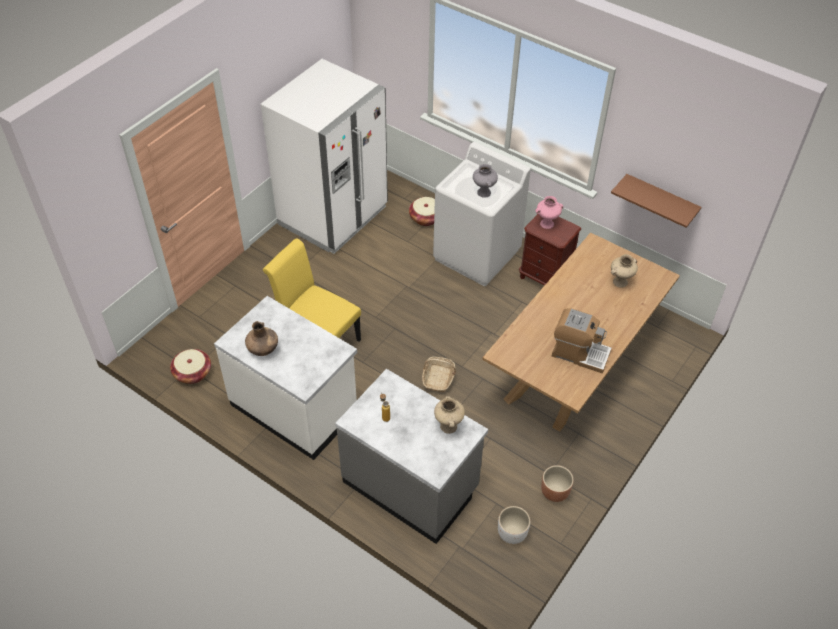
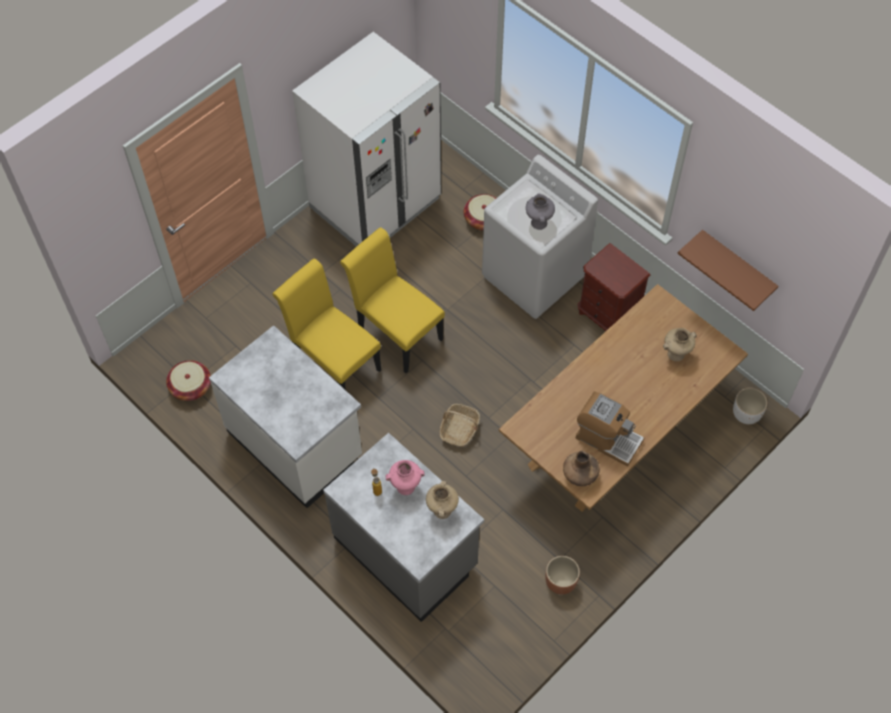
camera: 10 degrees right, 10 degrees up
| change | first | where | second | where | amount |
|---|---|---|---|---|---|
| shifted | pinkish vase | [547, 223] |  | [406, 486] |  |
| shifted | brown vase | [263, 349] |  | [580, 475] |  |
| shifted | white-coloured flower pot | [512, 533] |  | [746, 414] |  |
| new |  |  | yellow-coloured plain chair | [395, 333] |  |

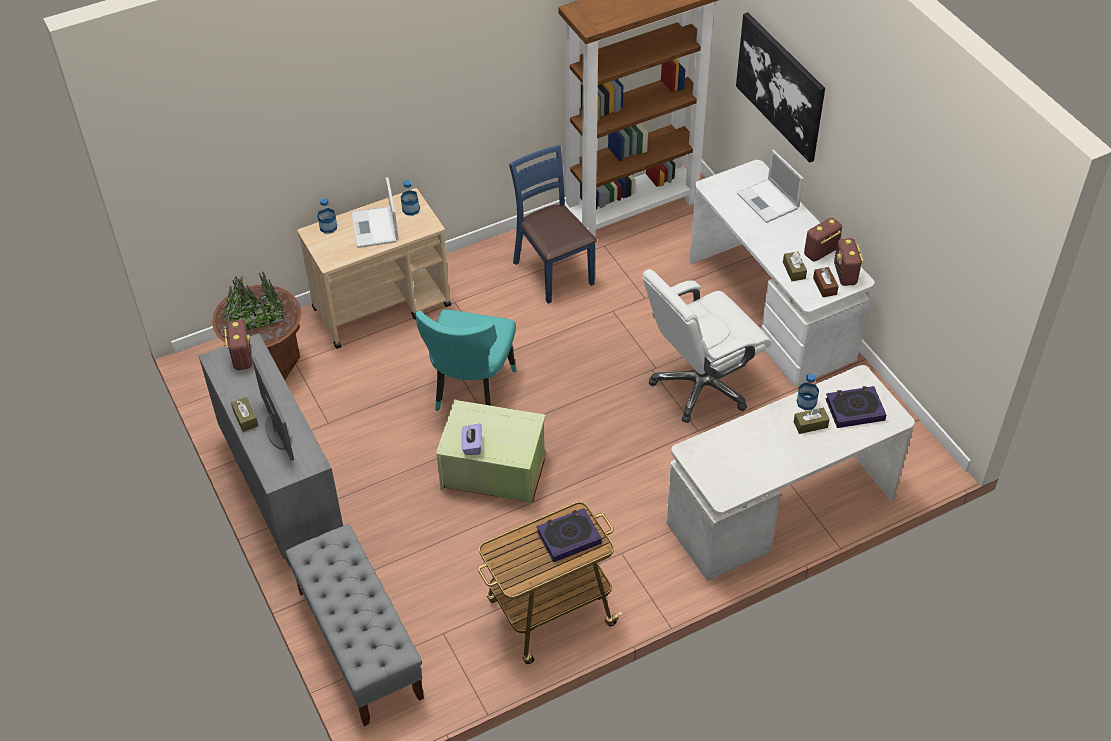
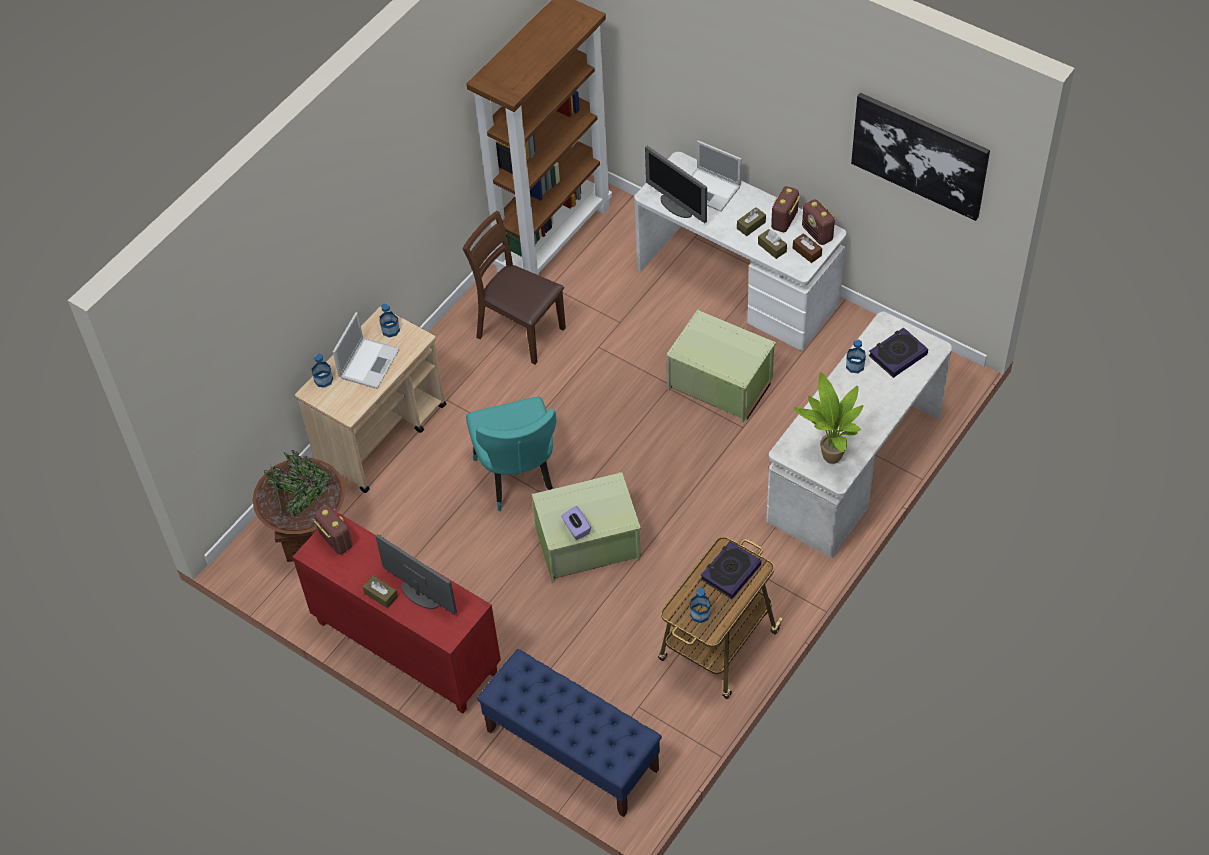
camera: 25 degrees left, 5 degrees up
| change | first | where | second | where | amount |
|---|---|---|---|---|---|
| shifted | picture | [780, 86] |  | [919, 155] |  |
| repainted | blue plain chair | [553, 272] | brown plain chair | [520, 331] |  |
| rotated | laptop | [375, 228] |  | [369, 362] | 120 degrees counterclockwise |
| swapped | white-coloured computer chair | [700, 386] | green storage container | [720, 385] |  |
| repainted | greyish storage cabinet | [281, 489] | red storage cabinet | [405, 647] |  |
| shifted | brown box of tissues | [810, 425] |  | [751, 225] |  |
| repainted | greyish indoor bench | [359, 643] | blue indoor bench | [571, 750] |  |
| new |  |  | monitor | [676, 206] |  |
| new |  |  | plant in a pot | [828, 458] |  |
| new |  |  | drink bottle | [700, 614] |  |

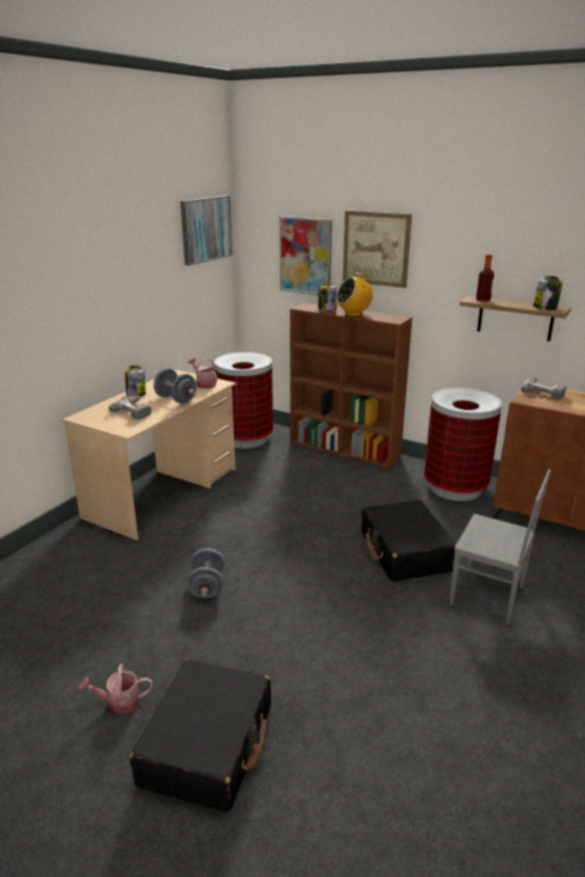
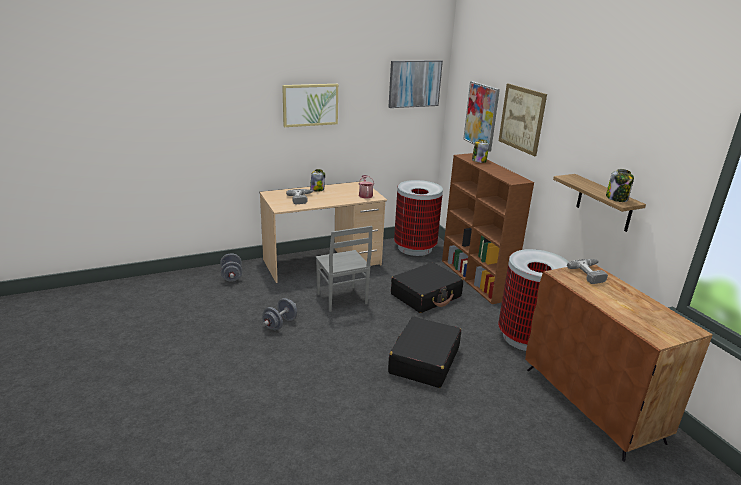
camera: 35 degrees right, 0 degrees up
| change | first | where | second | where | amount |
|---|---|---|---|---|---|
| gone | drink bottle | [483, 300] |  |  |  |
| gone | radio set | [354, 314] |  |  |  |
| shifted | greyish free weight | [176, 399] |  | [232, 276] |  |
| shifted | greyish plain chair | [488, 597] |  | [341, 299] |  |
| shifted | black piece of luggage | [208, 745] |  | [426, 295] |  |
| gone | watering pot | [119, 702] |  |  |  |
| new |  |  | picture | [310, 105] |  |

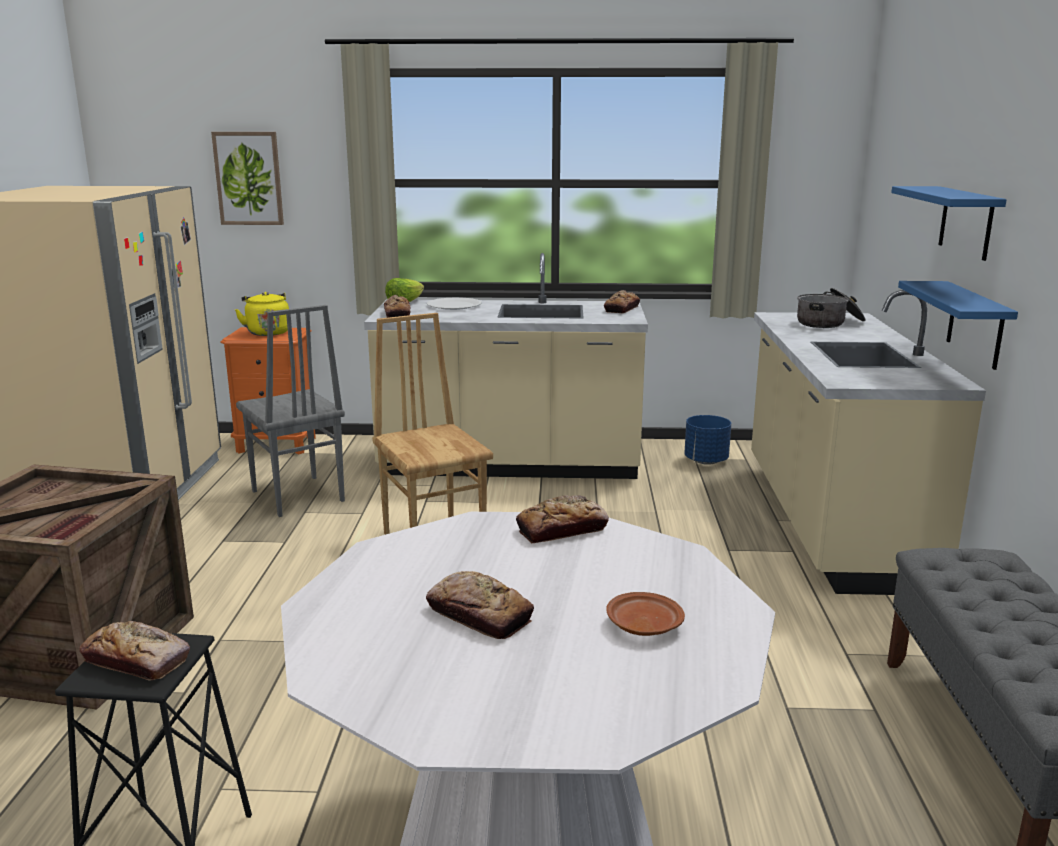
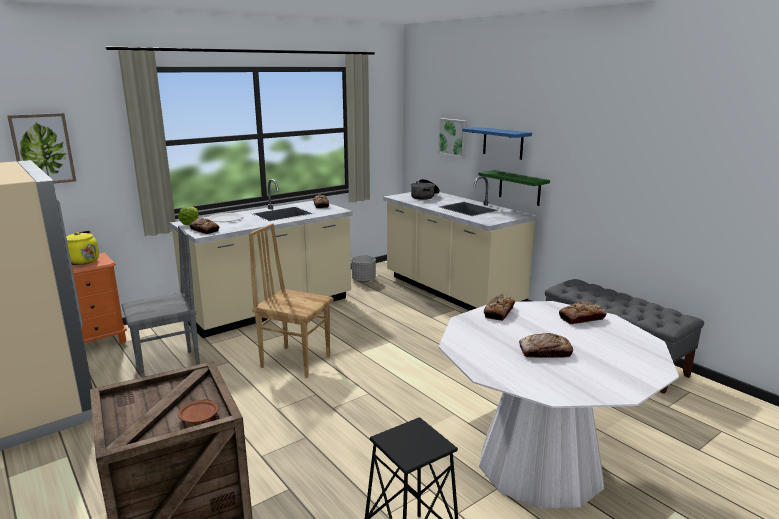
camera: 40 degrees left, 0 degrees up
| change | first | where | second | where | amount |
|---|---|---|---|---|---|
| repainted | blue bracket shelf | [975, 325] | green bracket shelf | [519, 188] |  |
| rotated | greyish plain chair | [296, 497] |  | [169, 367] | 45 degrees counterclockwise |
| repainted | blue flower pot | [706, 461] | greyish flower pot | [364, 280] |  |
| shifted | brown dinner plate | [643, 625] |  | [198, 417] |  |
| shifted | bread | [137, 660] |  | [581, 318] |  |
| new |  |  | picture | [453, 137] |  |

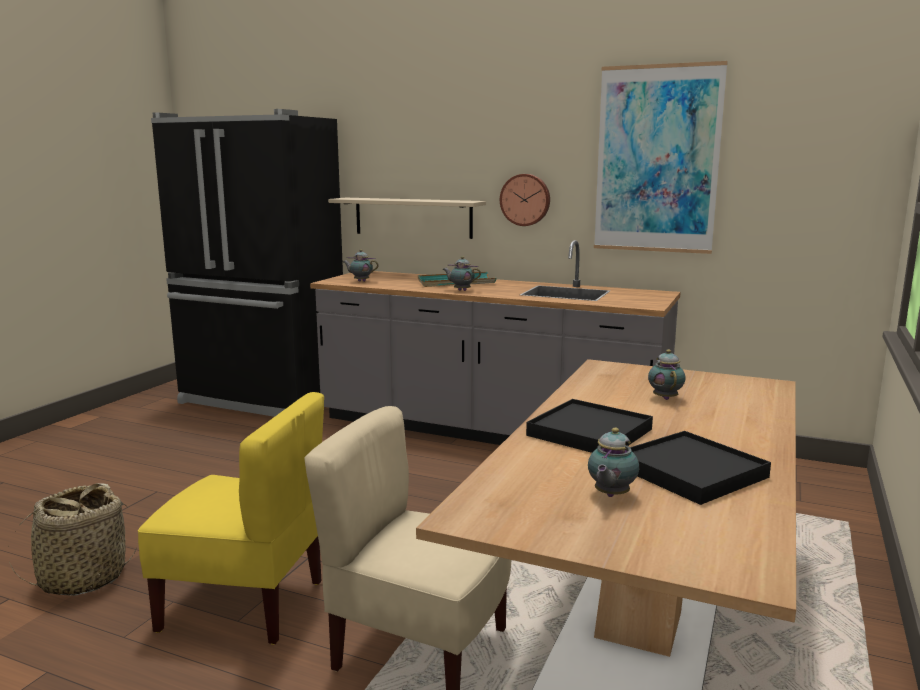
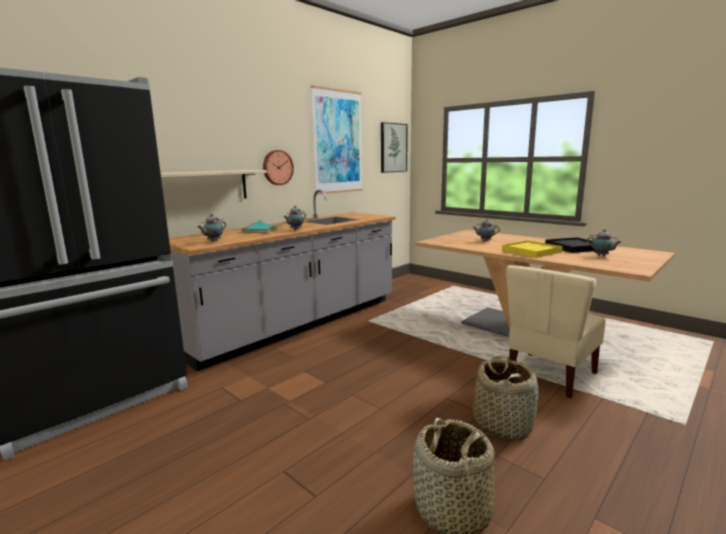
camera: 70 degrees left, 0 degrees up
| change | first | where | second | where | amount |
|---|---|---|---|---|---|
| swapped | yellow-coloured plain chair | [245, 604] | storage basket | [503, 424] |  |
| repainted | black carrying tray | [589, 432] | yellow-coloured carrying tray | [531, 251] |  |
| new |  |  | picture | [393, 148] |  |

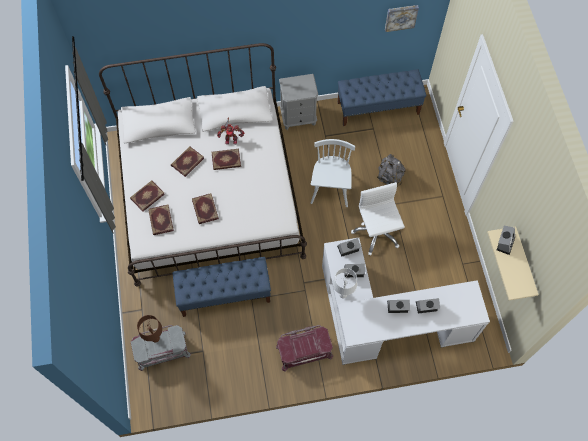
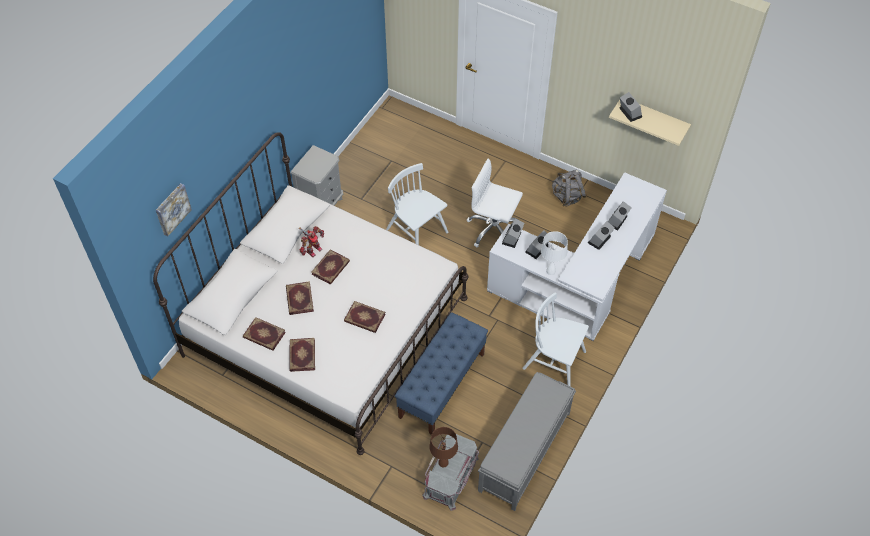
camera: 50 degrees left, 10 degrees down
| change | first | where | second | where | amount |
|---|---|---|---|---|---|
| shifted | picture | [401, 17] |  | [172, 209] |  |
| gone | blue indoor bench | [378, 108] |  |  |  |
| shifted | greyish backpack | [389, 176] |  | [567, 196] |  |
| shifted | volume | [160, 220] |  | [264, 335] |  |
| swapped | red storage container | [304, 350] | white-coloured plain chair | [554, 360] |  |
| new |  |  | greyish indoor bench | [524, 452] |  |

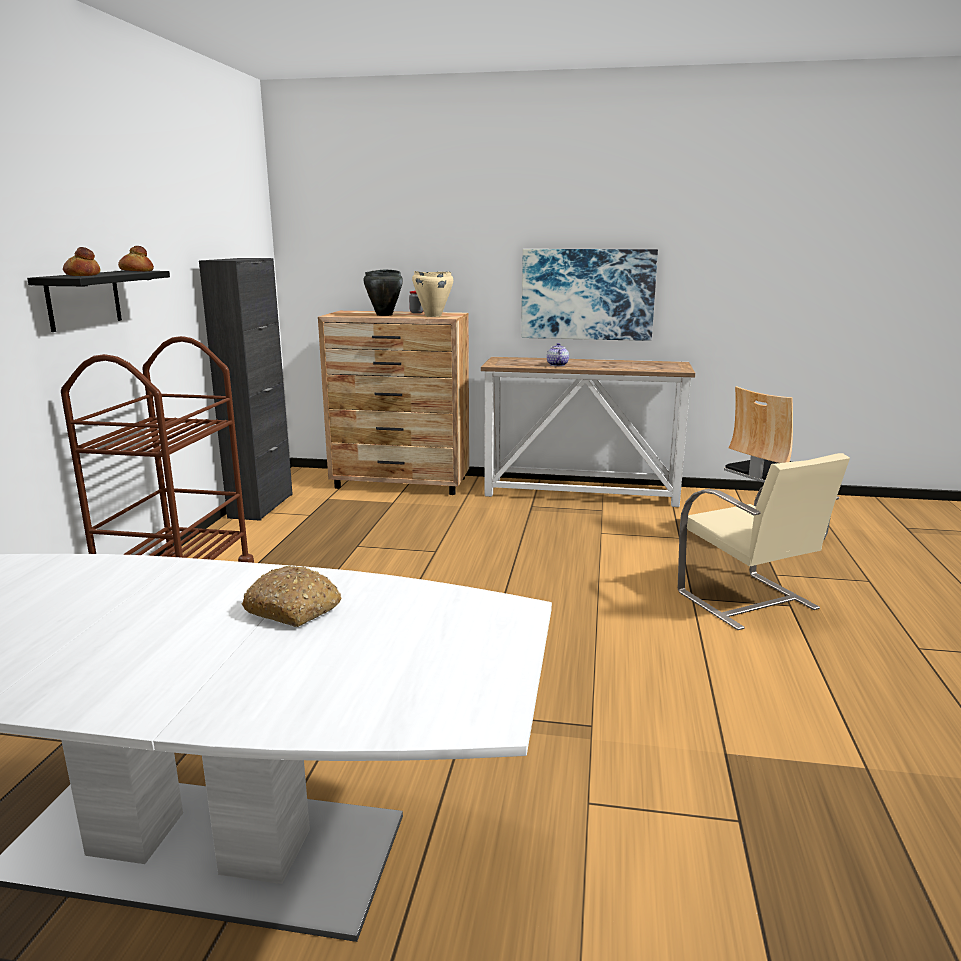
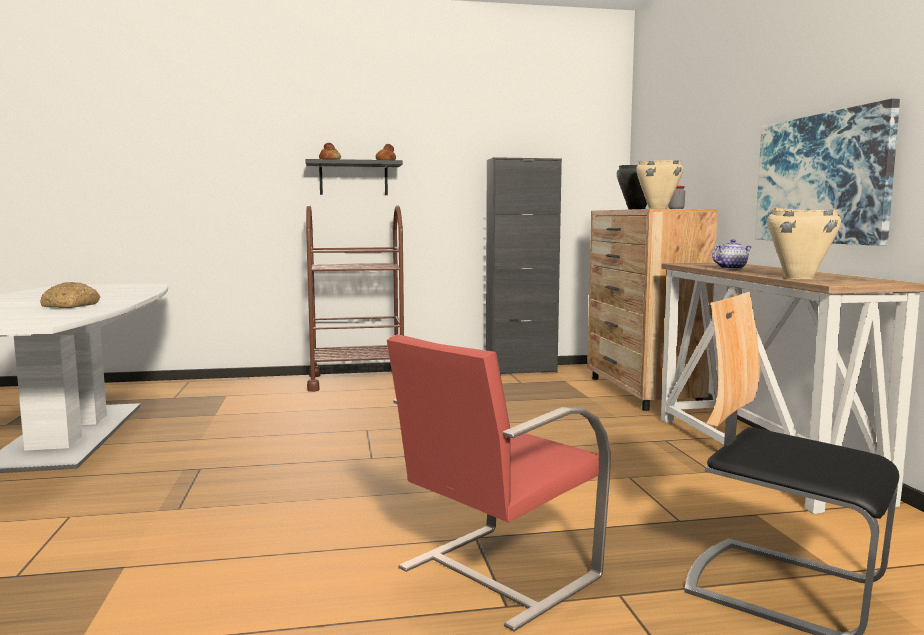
camera: 70 degrees right, 10 degrees down
| change | first | where | second | where | amount |
|---|---|---|---|---|---|
| repainted | beige plain chair | [748, 601] | red plain chair | [495, 573] |  |
| new |  |  | beige cooking pot | [799, 278] |  |

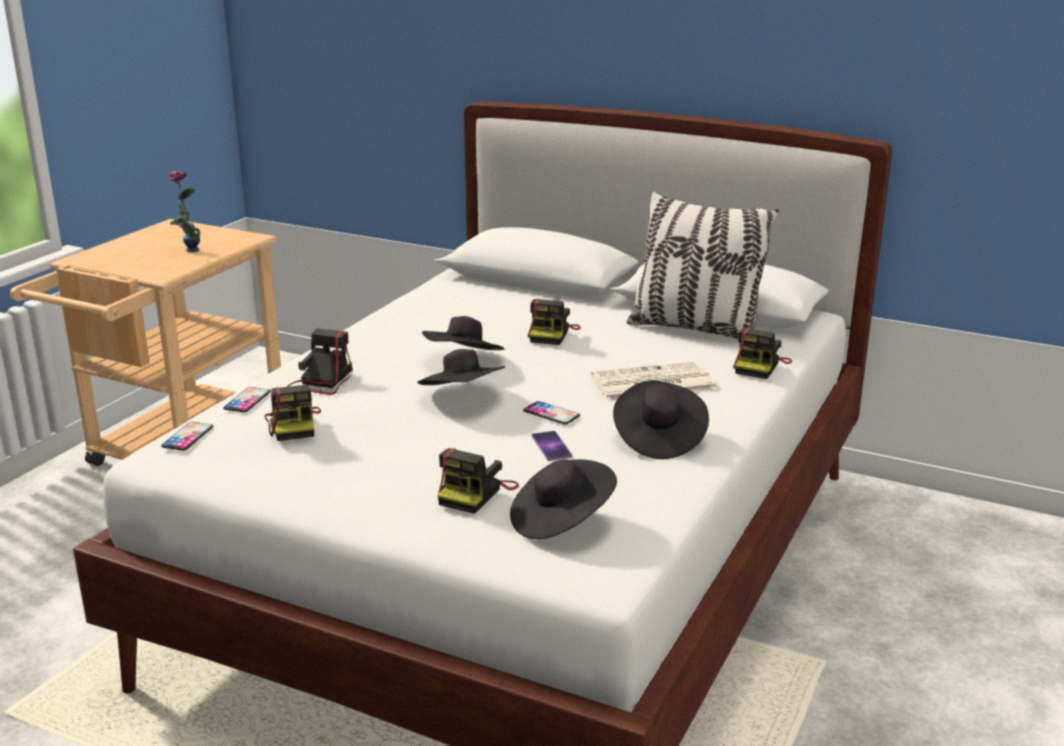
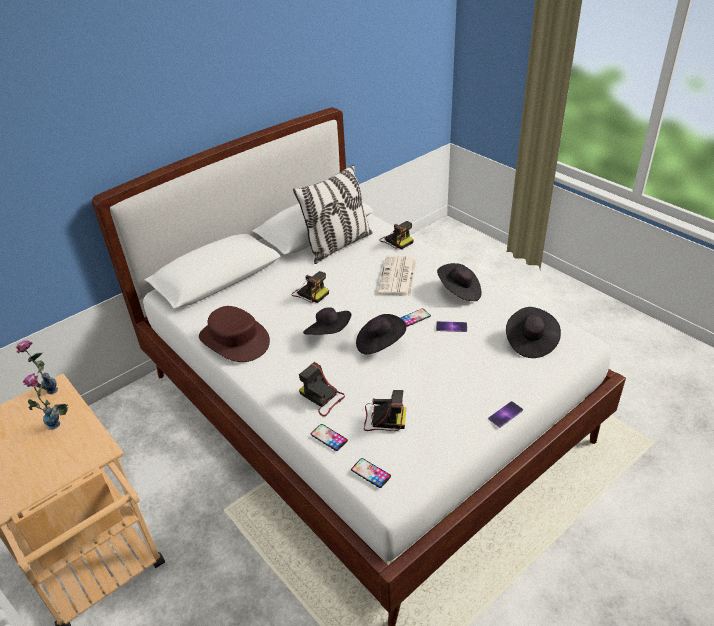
camera: 65 degrees left, 15 degrees up
| change | first | where | second | where | amount |
|---|---|---|---|---|---|
| gone | photo camera | [476, 493] |  |  |  |
| new |  |  | brown wearable hat | [235, 339] |  |
| new |  |  | vase | [47, 396] |  |
| new |  |  | handset | [505, 414] |  |

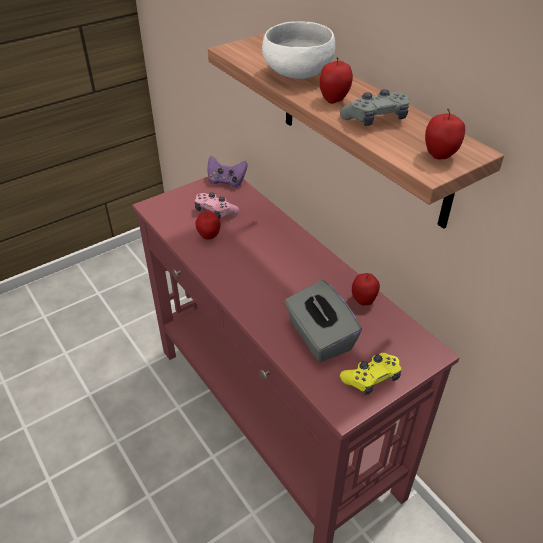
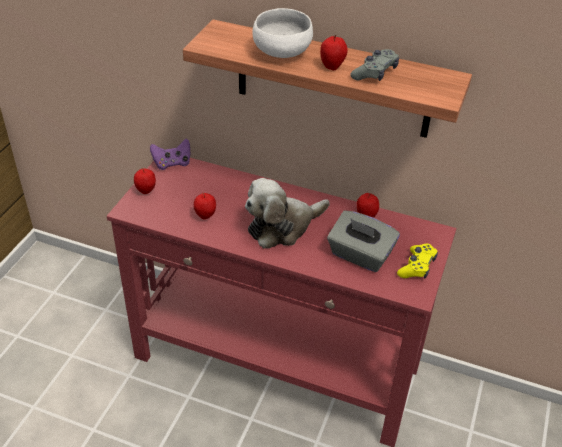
camera: 35 degrees left, 0 degrees up
| change | first | where | second | where | amount |
|---|---|---|---|---|---|
| shifted | whole apple | [439, 156] |  | [146, 191] |  |
| gone | pinkish gamepad | [215, 211] |  |  |  |
| new |  |  | soft toy | [282, 227] |  |

